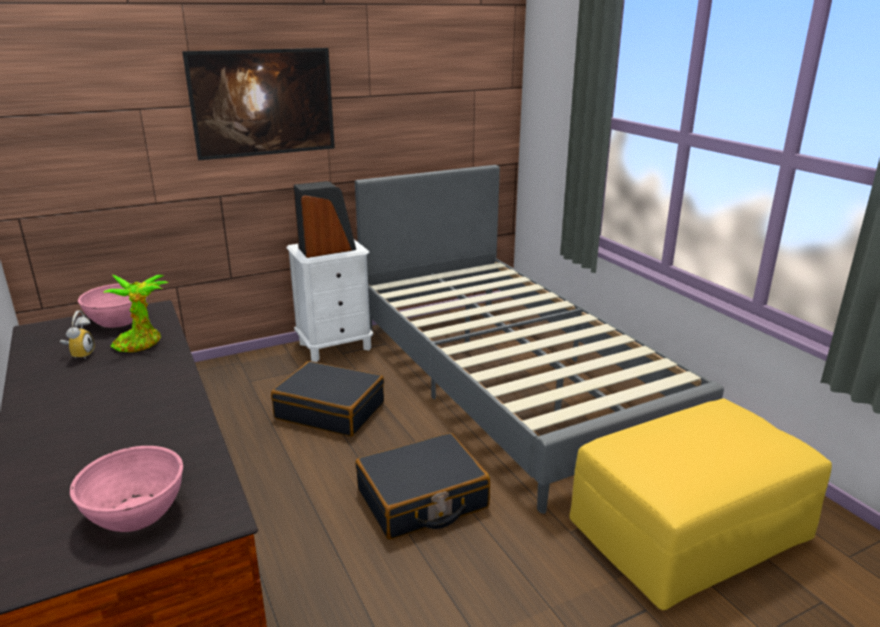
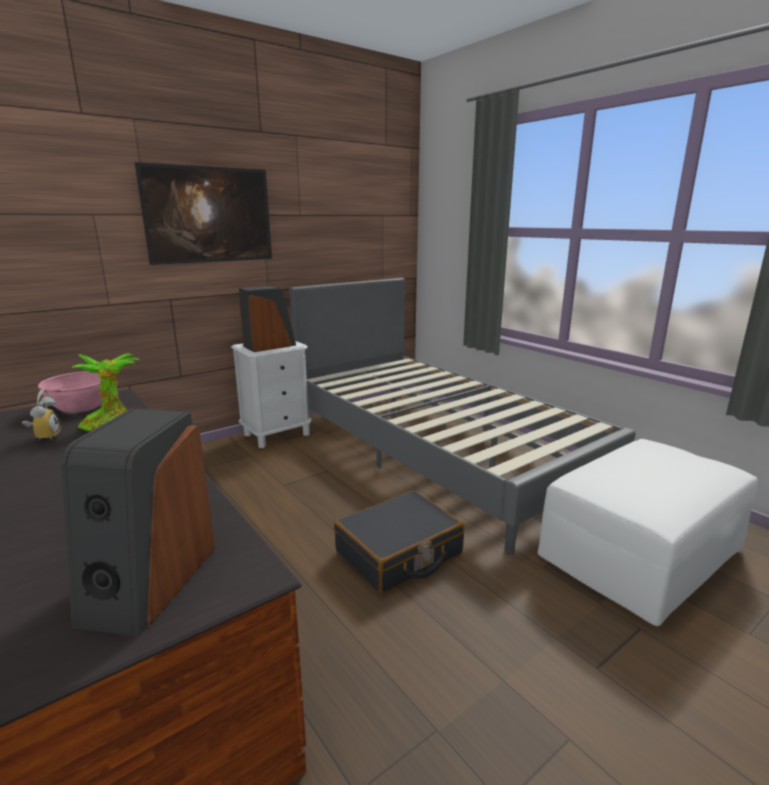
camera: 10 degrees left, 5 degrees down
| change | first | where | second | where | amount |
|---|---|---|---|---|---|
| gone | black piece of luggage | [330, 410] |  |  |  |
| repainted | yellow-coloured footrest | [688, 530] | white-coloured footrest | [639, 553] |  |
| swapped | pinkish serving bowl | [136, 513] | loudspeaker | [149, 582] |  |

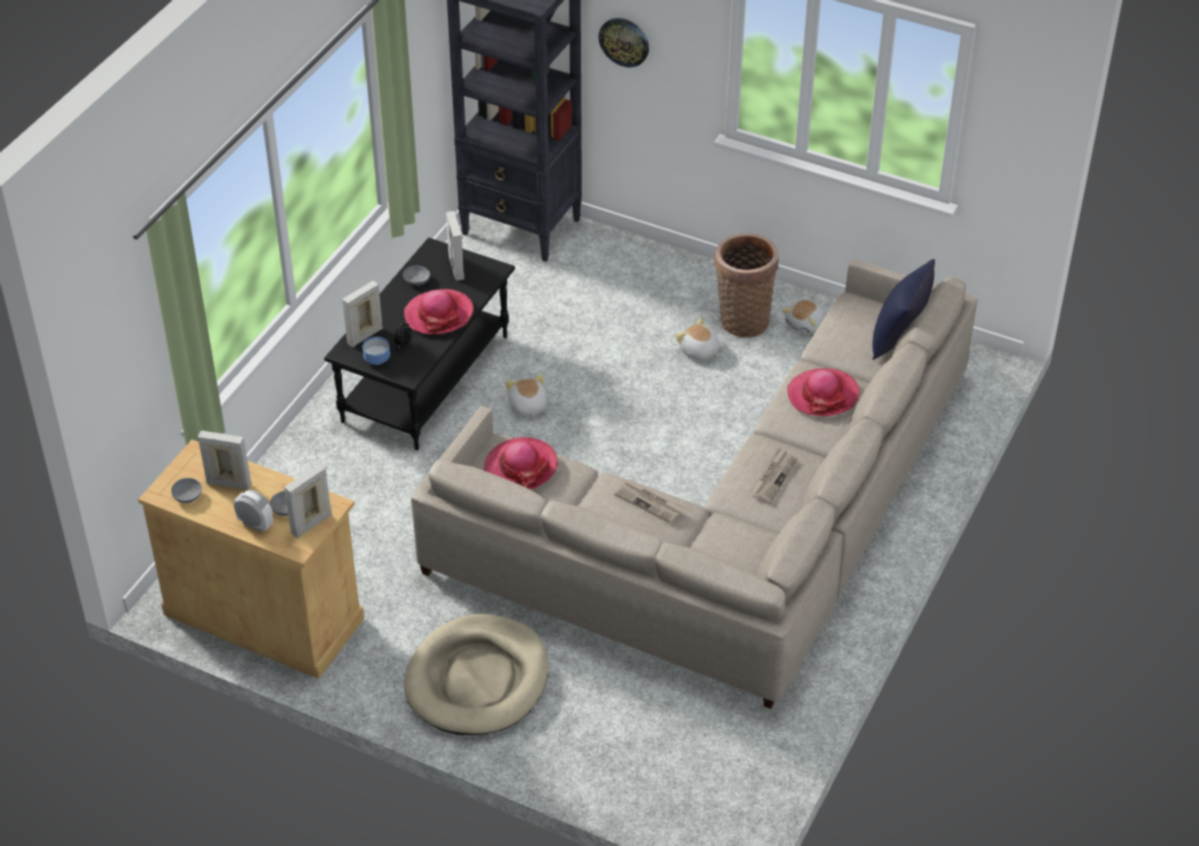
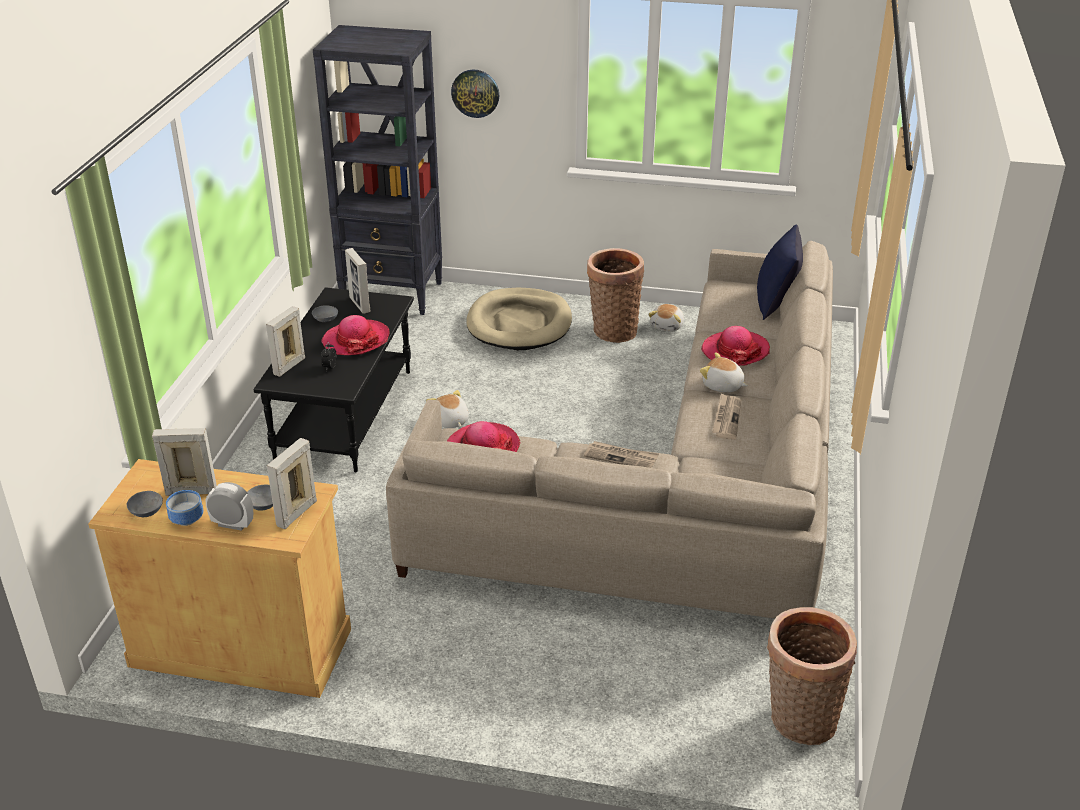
camera: 15 degrees left, 10 degrees down
| change | first | where | second | where | amount |
|---|---|---|---|---|---|
| shifted | soft toy | [699, 351] |  | [722, 386] |  |
| shifted | serving bowl | [377, 358] |  | [187, 518] |  |
| shifted | beige pet bed | [477, 680] |  | [519, 324] |  |
| new |  |  | storage basket | [799, 720] |  |

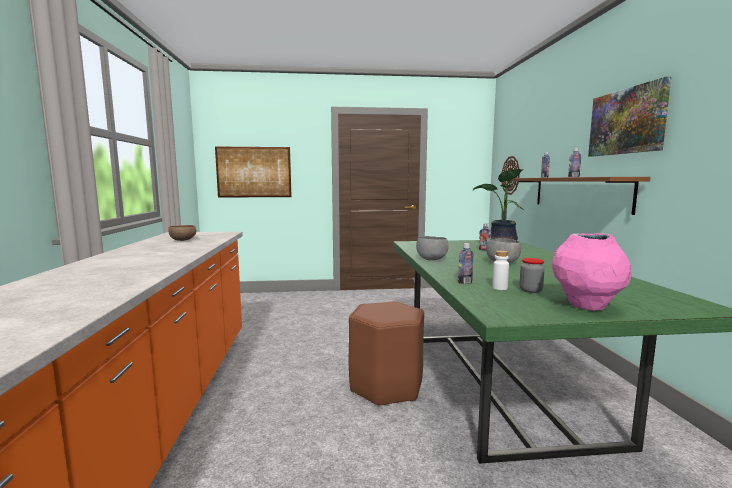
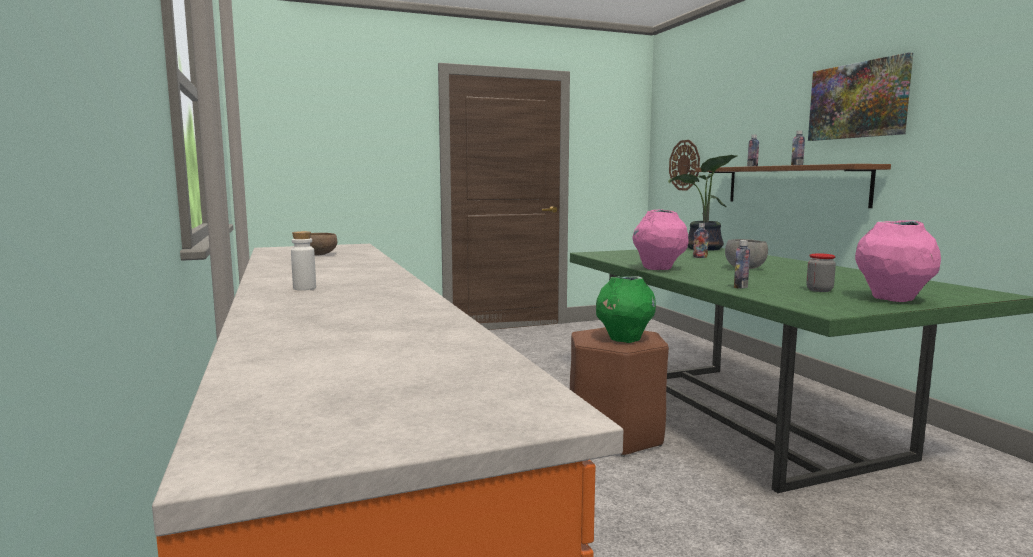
camera: 15 degrees left, 0 degrees up
| change | first | where | second | where | amount |
|---|---|---|---|---|---|
| gone | picture | [254, 172] |  |  |  |
| swapped | greyish serving bowl | [431, 259] | pinkish vase | [658, 269] |  |
| shifted | white-coloured drink bottle | [499, 288] |  | [304, 288] |  |
| new |  |  | green vase | [624, 339] |  |

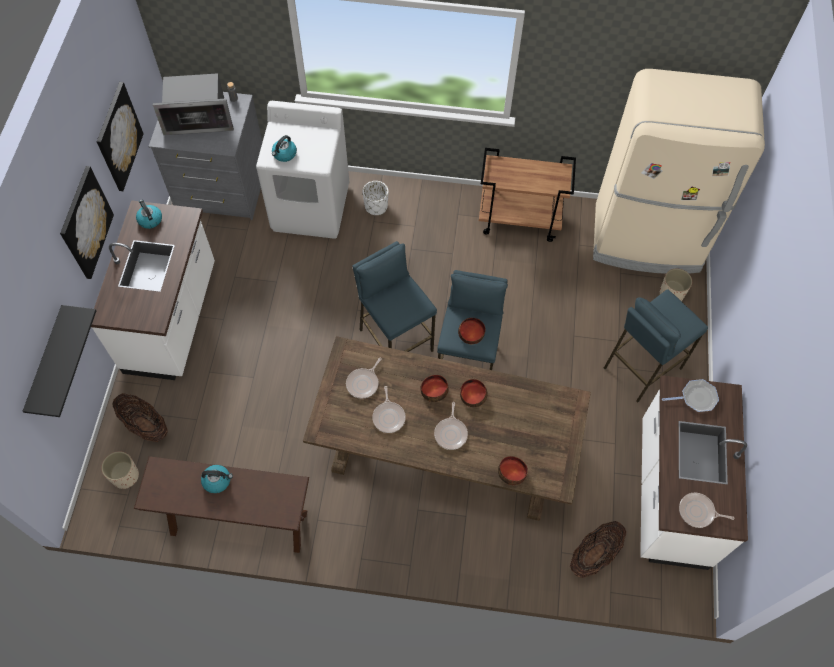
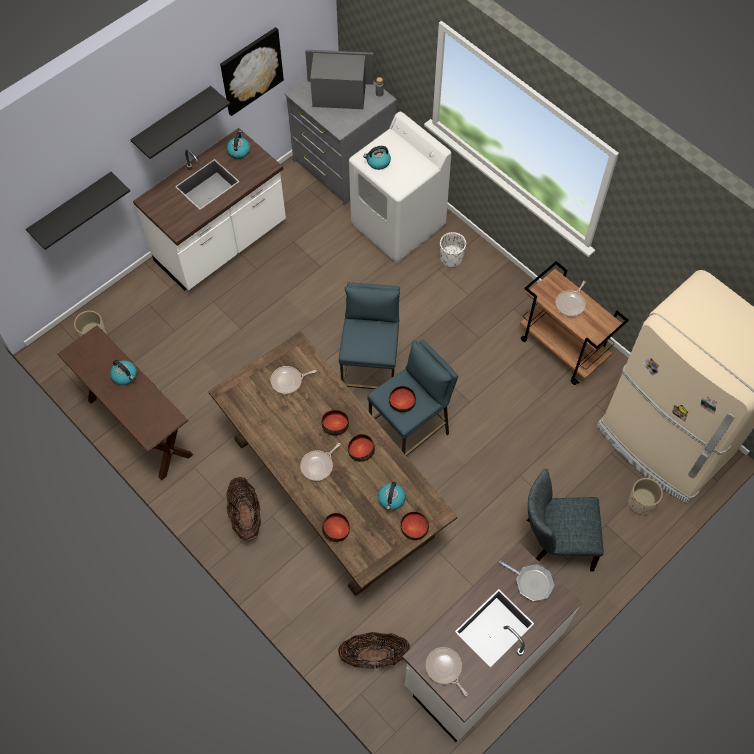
camera: 40 degrees right, 0 degrees up
| change | first | where | second | where | amount |
|---|---|---|---|---|---|
| rotated | microwave | [199, 119] |  | [339, 94] | 150 degrees clockwise |
| swapped | picture | [85, 223] | black bracket shelf | [173, 121] |  |
| swapped | blue sitting stool | [641, 367] | greyish plain chair | [554, 543] |  |
| shifted | skillet | [389, 416] |  | [571, 304] |  |
| shifted | storage basket | [145, 425] |  | [245, 516] |  |
| new |  |  | kettle | [391, 499] |  |
| new |  |  | serving bowl | [414, 527] |  |

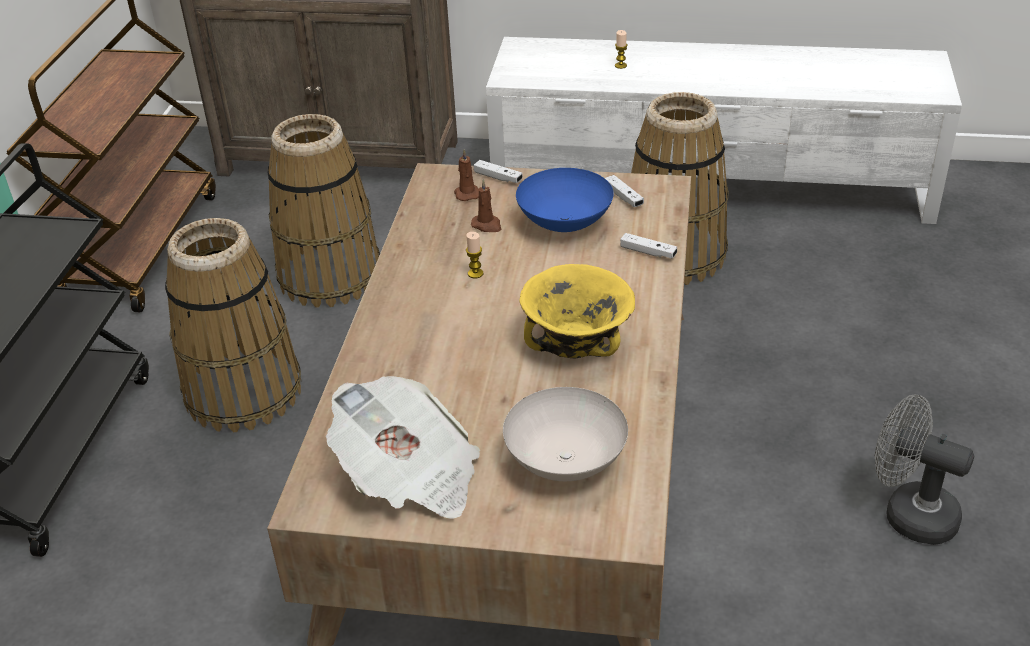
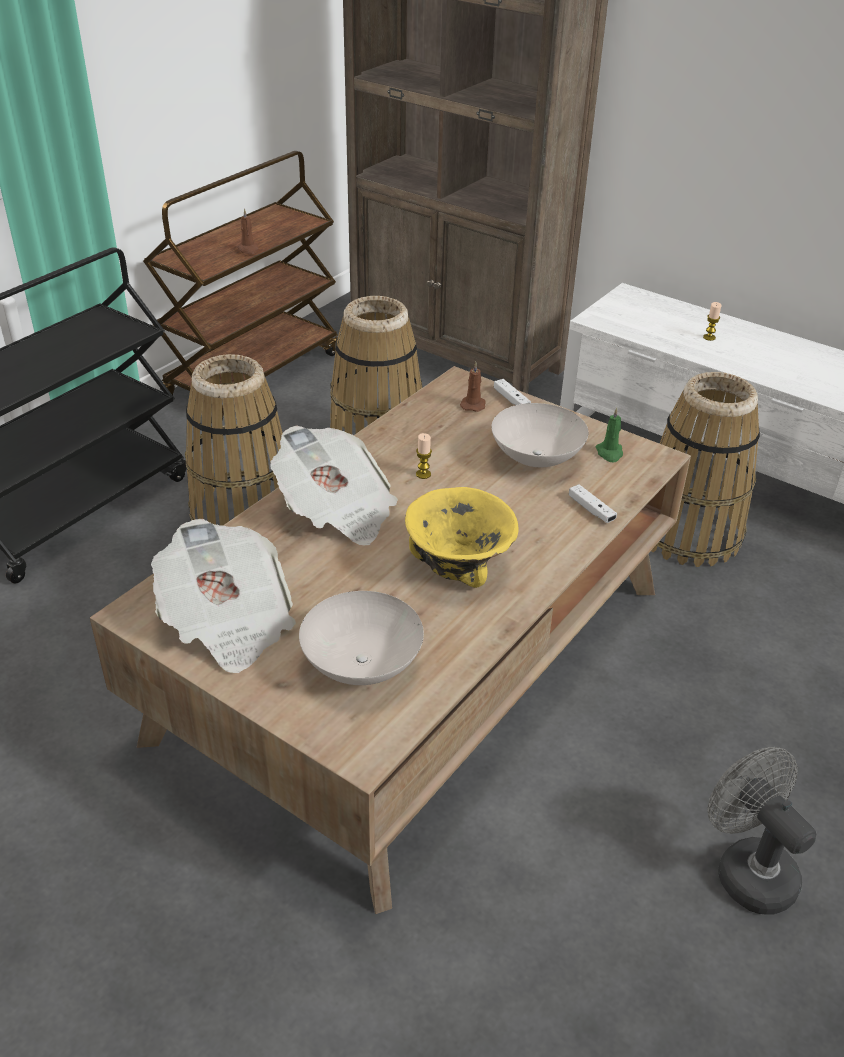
camera: 25 degrees right, 0 degrees up
| change | first | where | second | where | amount |
|---|---|---|---|---|---|
| repainted | blue serving bowl | [566, 223] | white-coloured serving bowl | [538, 459] |  |
| swapped | white-coloured gamepad | [623, 197] | green candle | [609, 453] |  |
| shifted | brown candle | [487, 225] |  | [248, 249] |  |
| new |  |  | printed paper | [337, 511] |  |

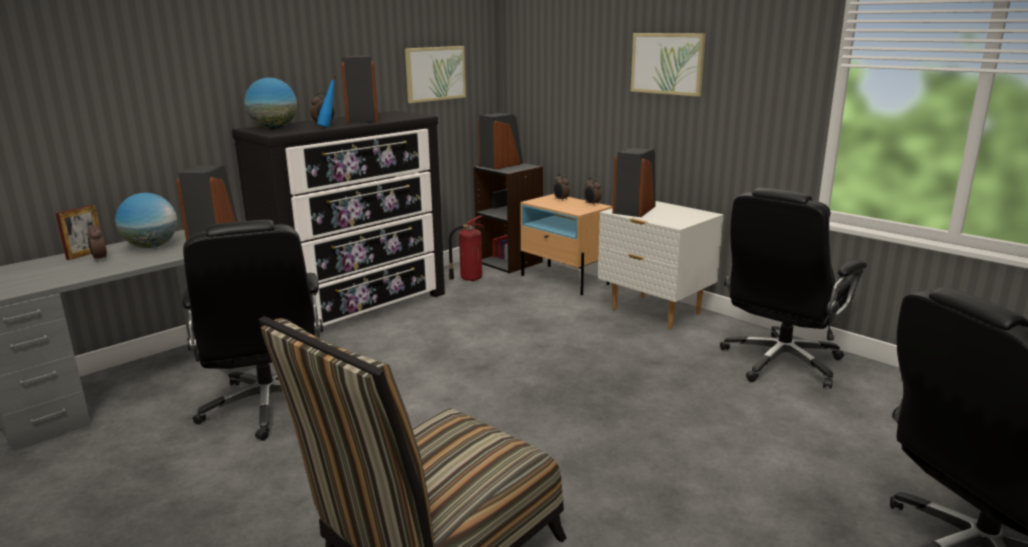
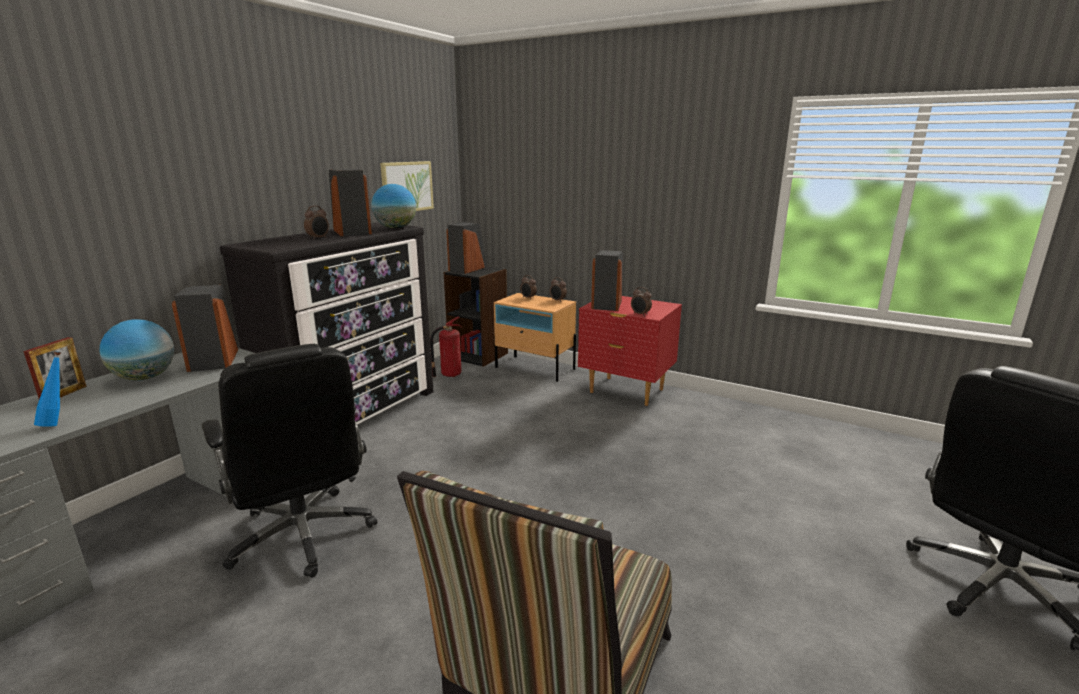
camera: 15 degrees left, 0 degrees up
| change | first | where | second | where | amount |
|---|---|---|---|---|---|
| gone | picture | [667, 63] |  |  |  |
| shifted | blue drink bottle | [329, 127] |  | [59, 423] |  |
| shifted | globe | [274, 128] |  | [395, 228] |  |
| gone | black computer chair | [780, 363] |  |  |  |
| repainted | white-coloured night table | [655, 312] | red night table | [626, 391] |  |
| shifted | table clock | [100, 259] |  | [640, 314] |  |

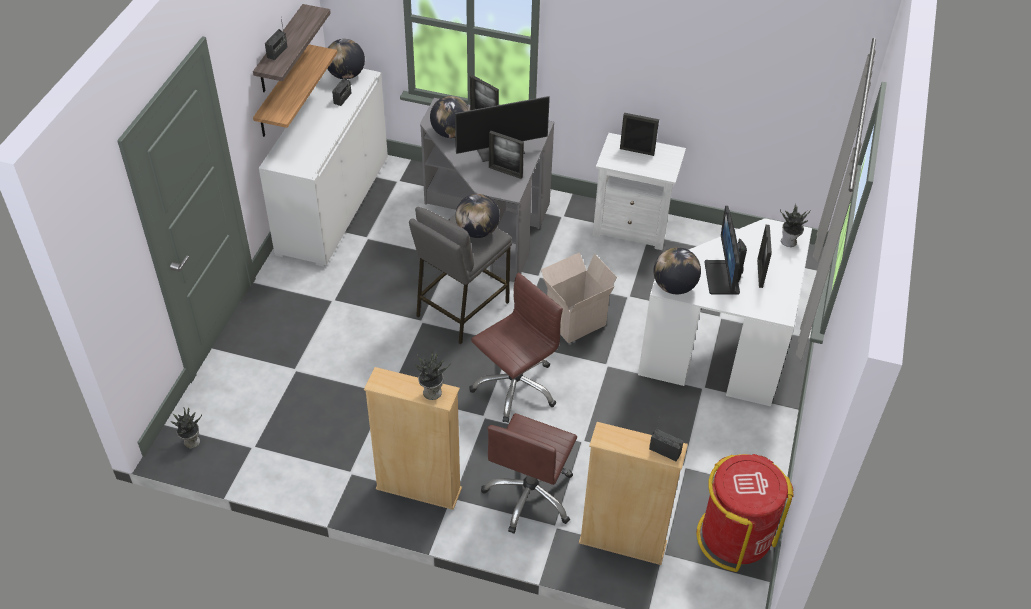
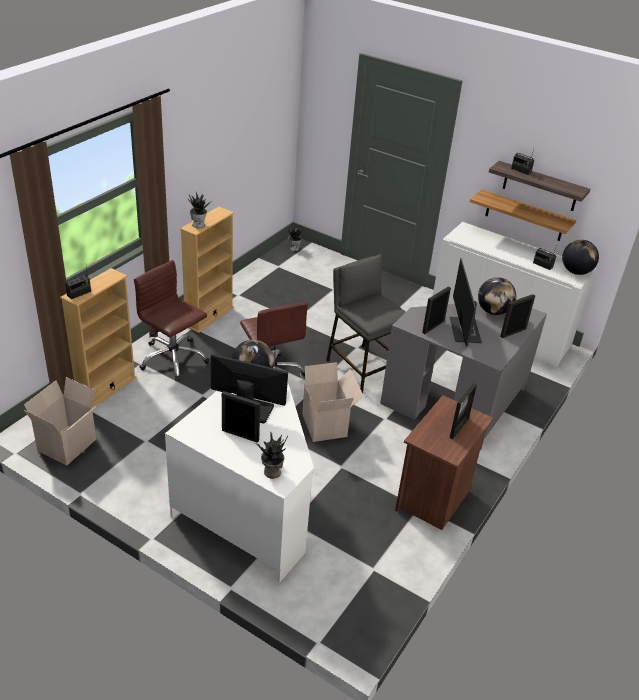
camera: 105 degrees right, 10 degrees down
| change | first | where | second | where | amount |
|---|---|---|---|---|---|
| repainted | white-coloured night table | [633, 227] | brown night table | [434, 499] |  |
| gone | globe | [477, 231] |  |  |  |
| swapped | red rubbish bin | [734, 537] | carton | [68, 446] |  |

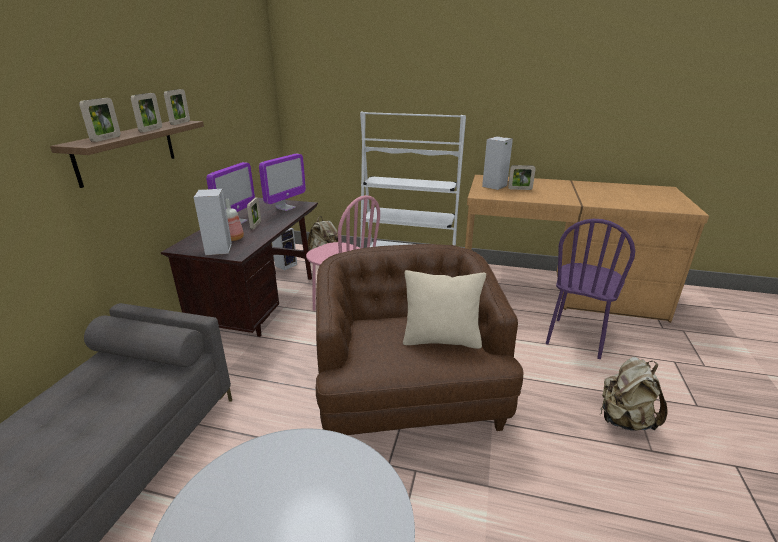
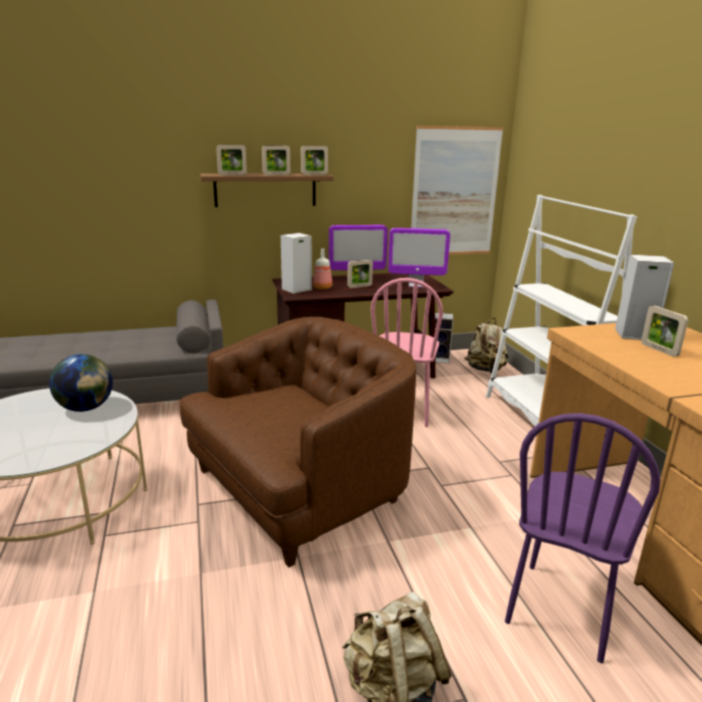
camera: 60 degrees right, 5 degrees down
| change | first | where | second | where | amount |
|---|---|---|---|---|---|
| rotated | purple plain chair | [576, 338] |  | [561, 609] | 60 degrees counterclockwise |
| gone | beige throw pillow | [441, 340] |  |  |  |
| new |  |  | picture | [454, 192] |  |
| new |  |  | globe | [86, 408] |  |

